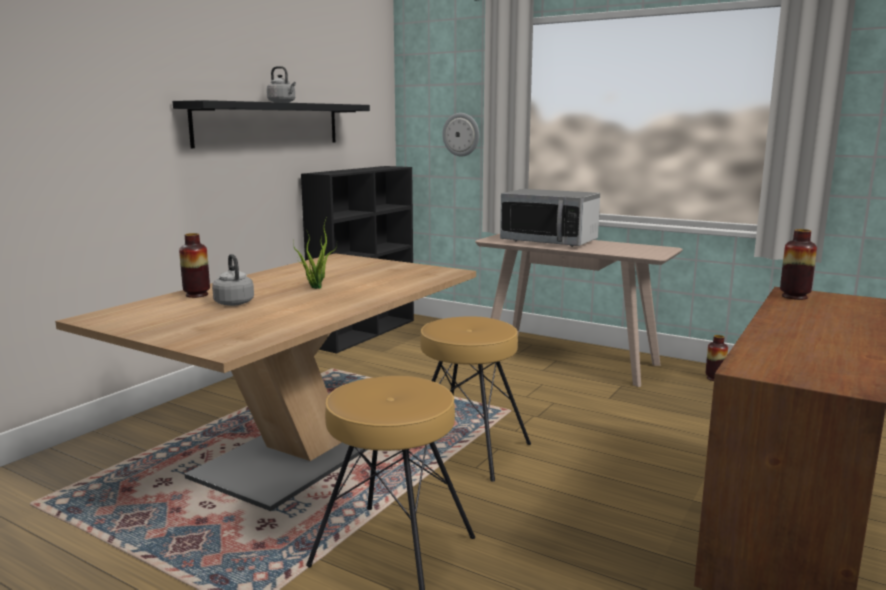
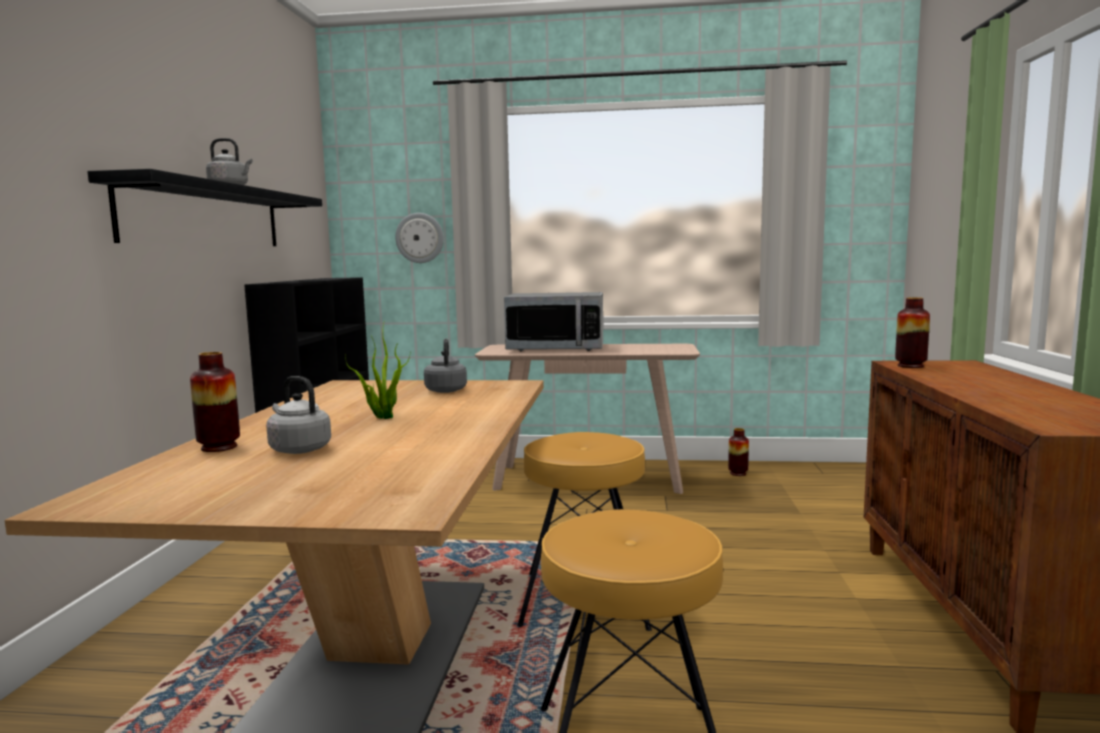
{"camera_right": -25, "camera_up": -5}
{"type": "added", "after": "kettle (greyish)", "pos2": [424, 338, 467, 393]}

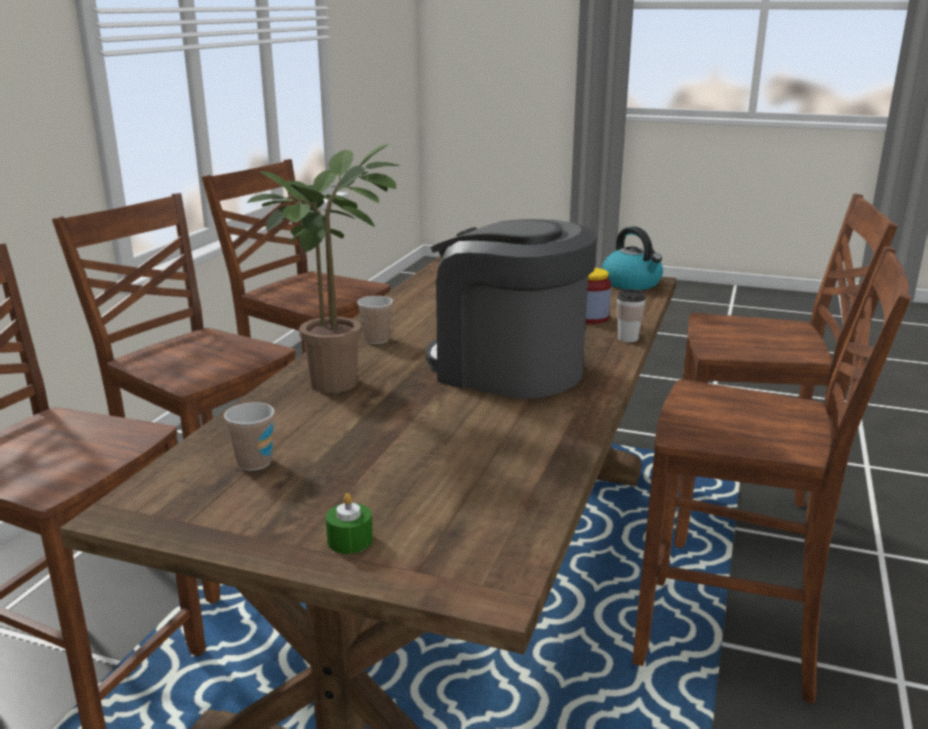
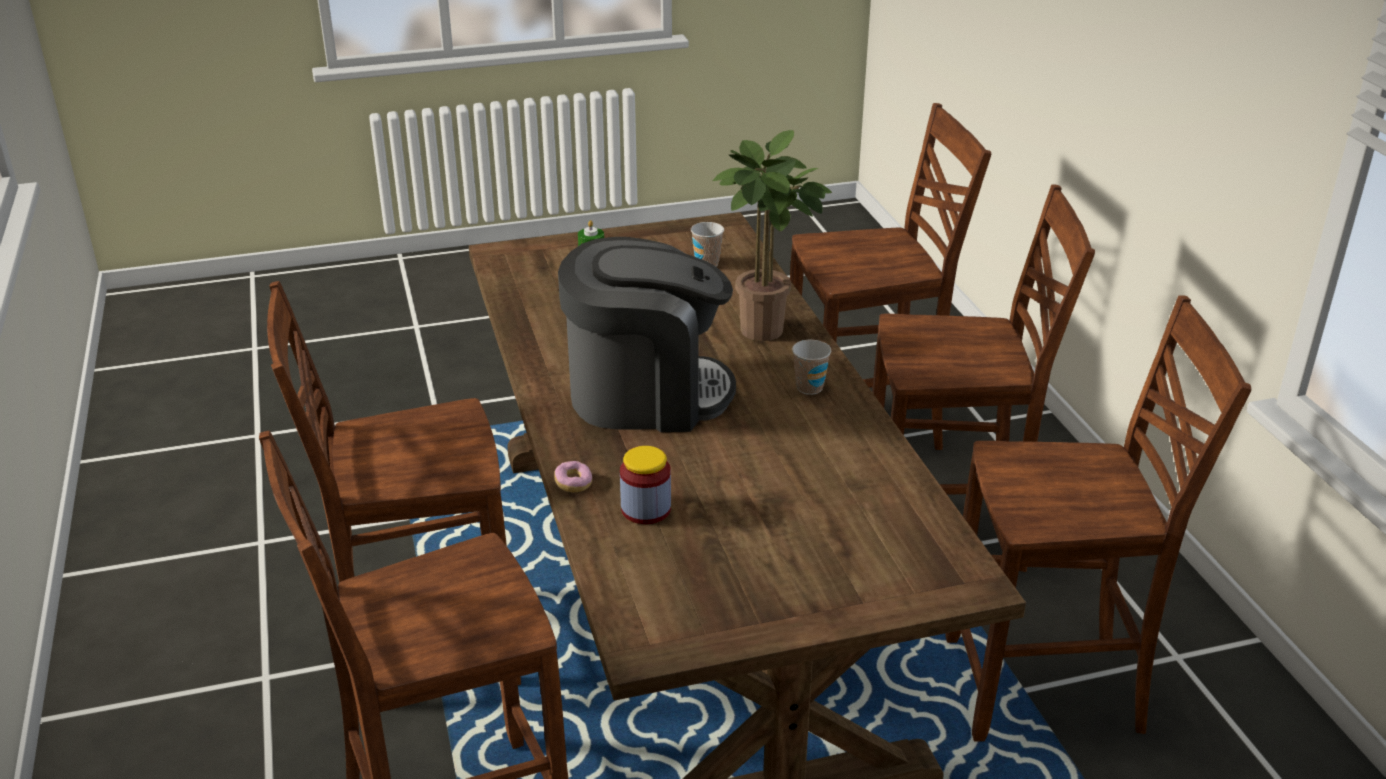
{"camera_right": 145, "camera_up": 10}
{"type": "removed", "before": "kettle", "pos1": [602, 226, 663, 290]}
{"type": "replaced", "before": "cup", "after": "ring doughnut", "pos1": [616, 289, 646, 342], "pos2": [554, 461, 592, 492]}

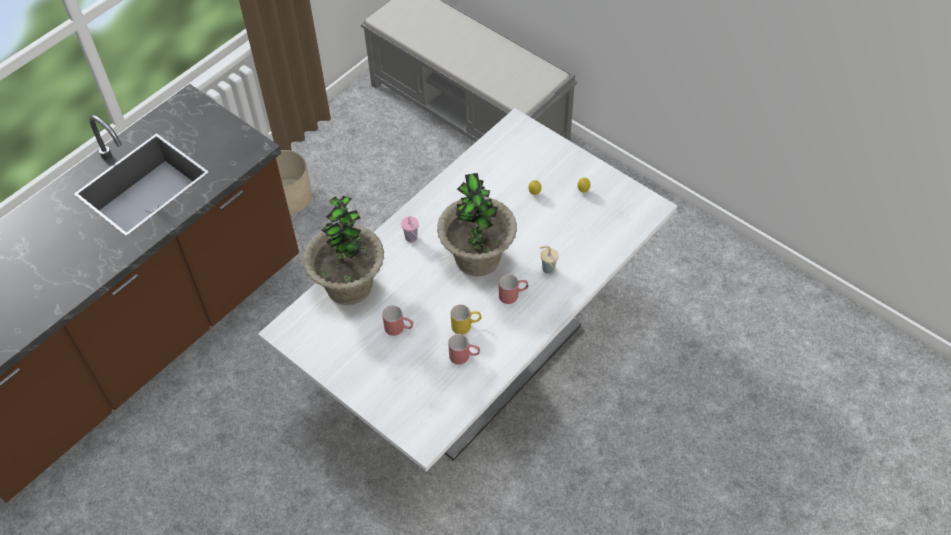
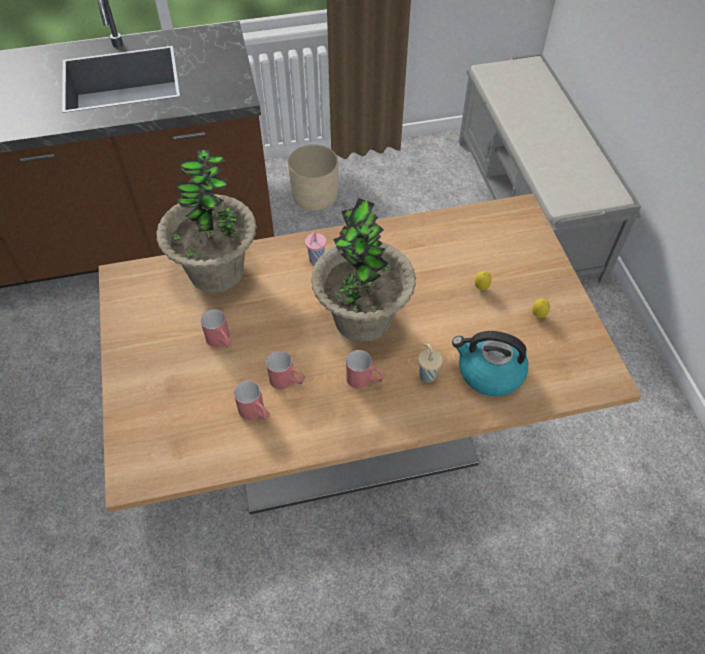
{"camera_right": 35, "camera_up": 0}
{"type": "recoloured", "before": "dinner table (whitish)", "after": "dinner table (brown)", "pos1": [258, 108, 677, 472], "pos2": [99, 194, 641, 514]}
{"type": "recoloured", "before": "coffee mug (yellow-coloured)", "after": "coffee mug (red)", "pos1": [450, 305, 481, 335], "pos2": [266, 351, 305, 389]}
{"type": "added", "after": "kettle", "pos2": [452, 331, 528, 396]}

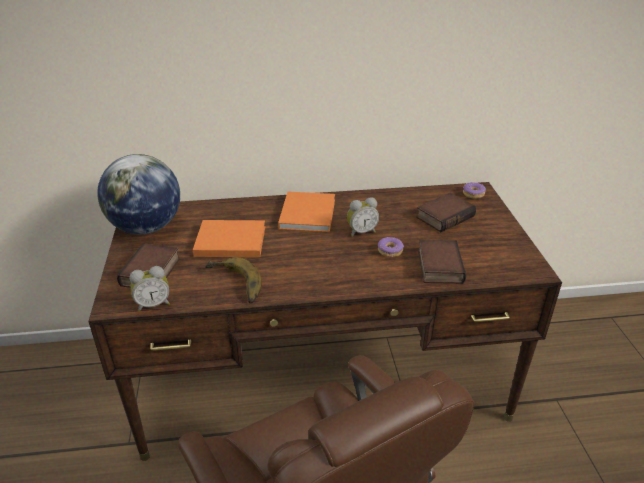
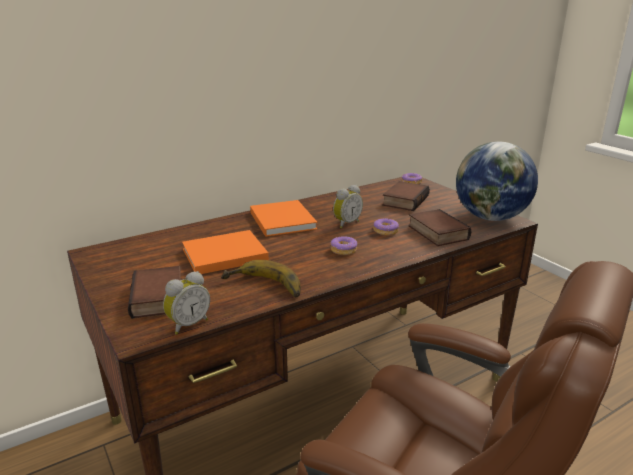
{"camera_right": -25, "camera_up": -10}
{"type": "moved", "before": "globe", "pos1": [97, 154, 180, 234], "pos2": [456, 141, 538, 221]}
{"type": "added", "after": "ring doughnut", "pos2": [330, 236, 357, 255]}

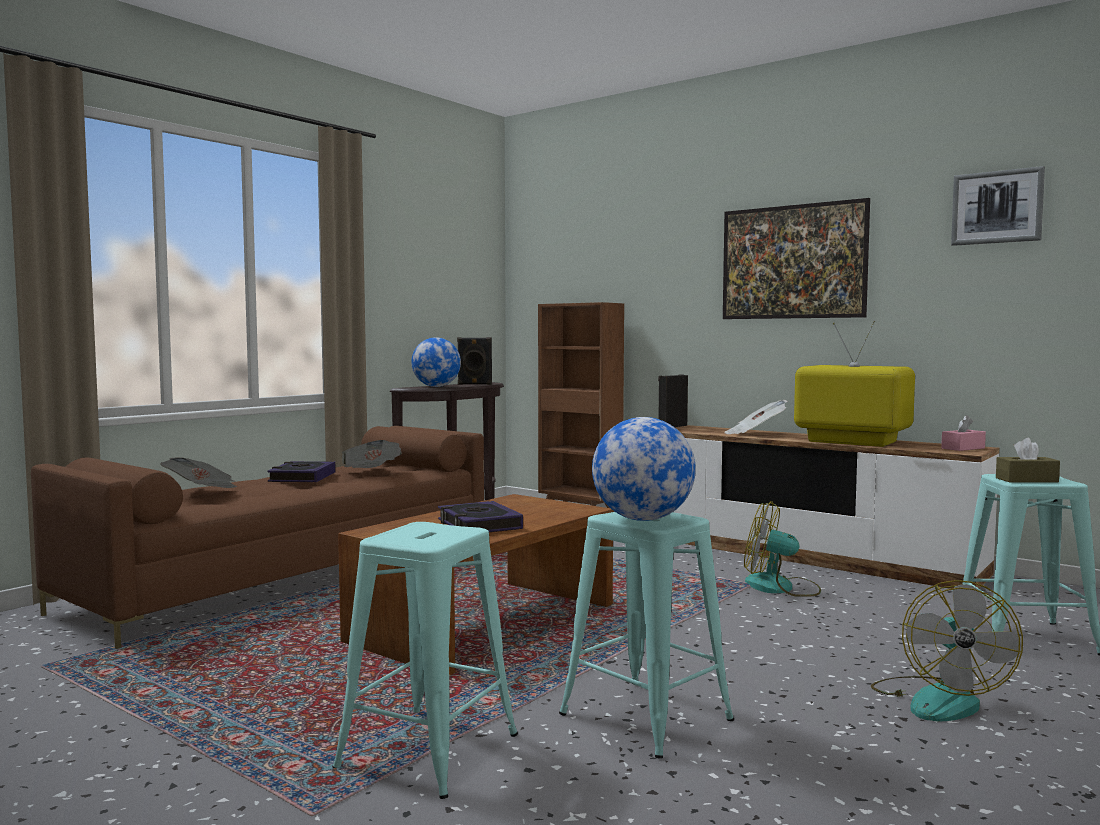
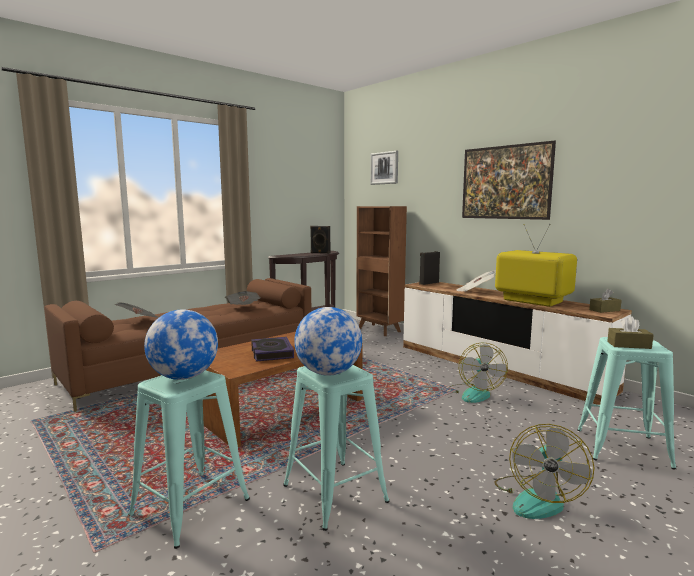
{"camera_right": 10, "camera_up": 5}
{"type": "moved", "before": "wall picture", "pos1": [951, 166, 1045, 246], "pos2": [370, 151, 398, 185]}
{"type": "moved", "before": "globe", "pos1": [411, 337, 461, 387], "pos2": [144, 309, 218, 380]}
{"type": "recoloured", "before": "tissue box (pinkish)", "after": "tissue box (brown)", "pos1": [941, 415, 986, 451], "pos2": [589, 289, 622, 313]}
{"type": "removed", "before": "volume", "pos1": [267, 461, 335, 482]}
{"type": "turned", "before": "cooling fan", "pos1": [744, 501, 821, 597], "pos2": [449, 343, 508, 403], "turn": -120}

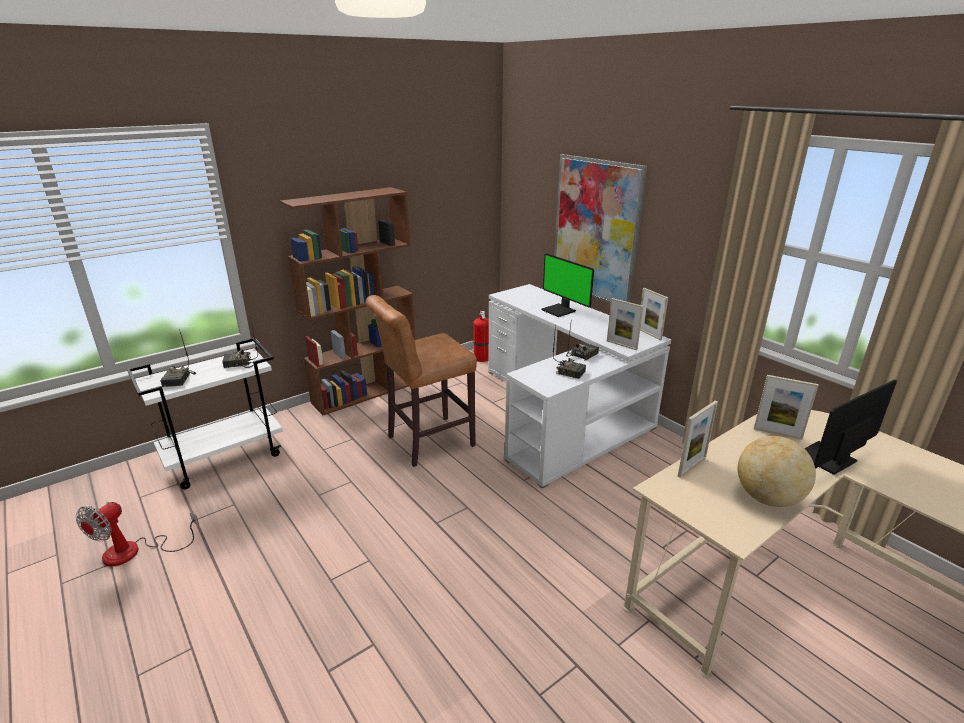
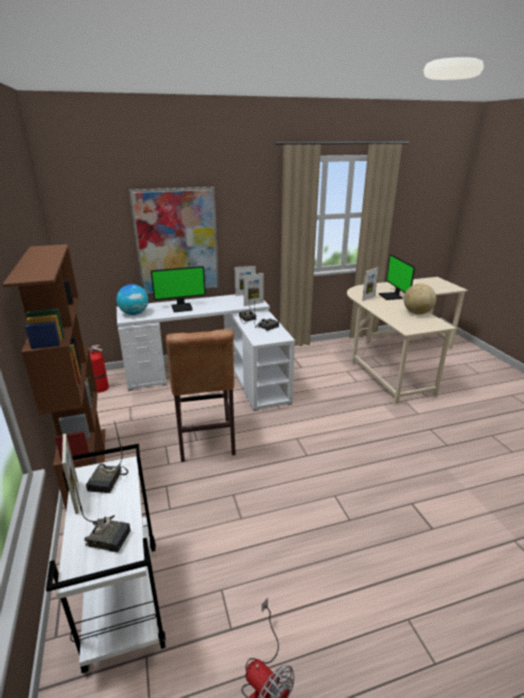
{"camera_right": -70, "camera_up": 0}
{"type": "moved", "before": "standing frame", "pos1": [678, 401, 718, 478], "pos2": [62, 434, 79, 514]}
{"type": "added", "after": "globe", "pos2": [116, 284, 149, 315]}

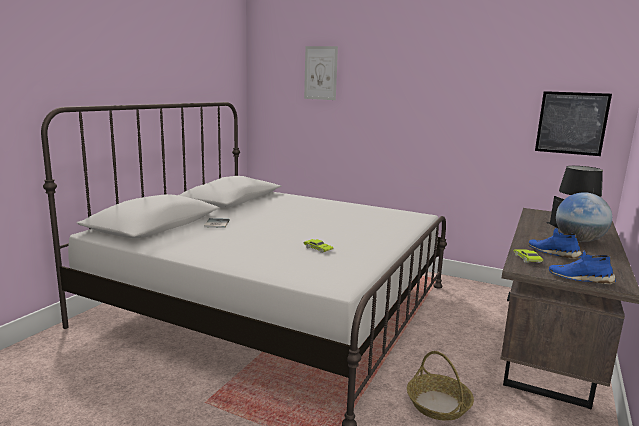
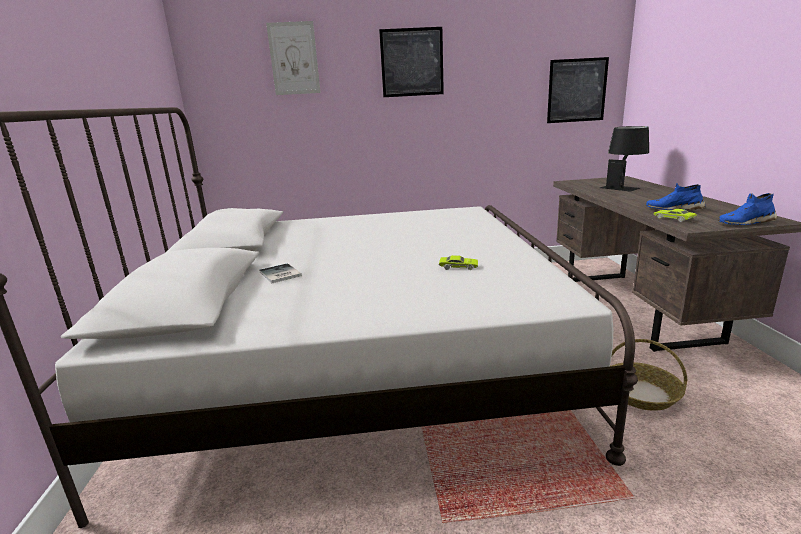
{"camera_right": -30, "camera_up": 5}
{"type": "removed", "before": "globe", "pos1": [556, 192, 612, 242]}
{"type": "added", "after": "wall picture", "pos2": [379, 27, 444, 97]}

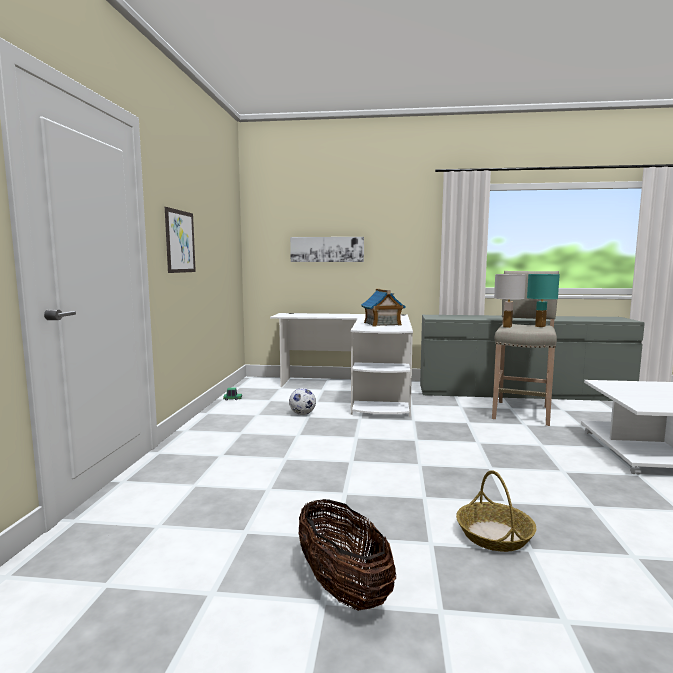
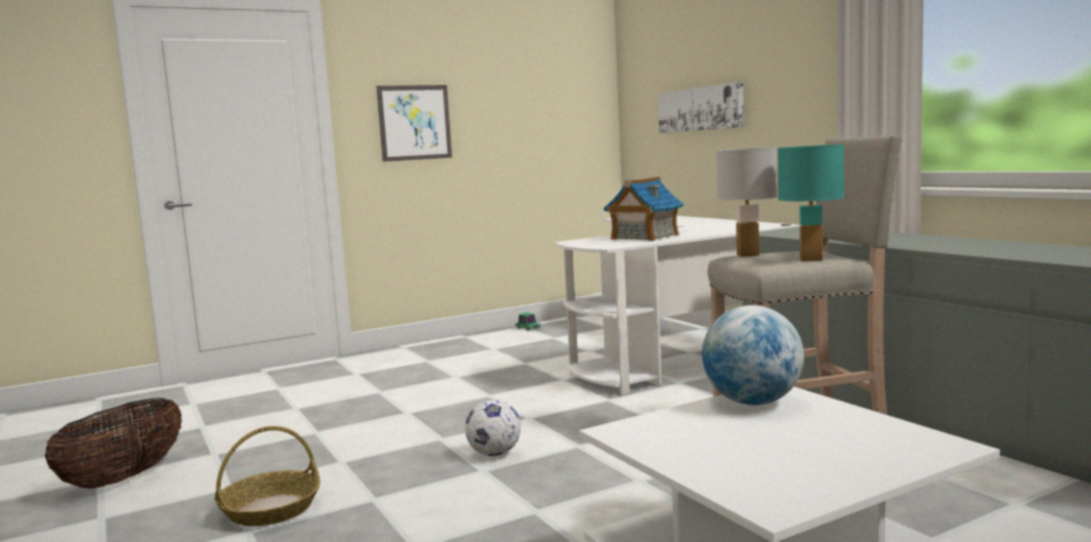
{"camera_right": 55, "camera_up": 0}
{"type": "moved", "before": "football", "pos1": [289, 388, 316, 415], "pos2": [465, 400, 521, 456]}
{"type": "added", "after": "globe", "pos2": [702, 305, 804, 405]}

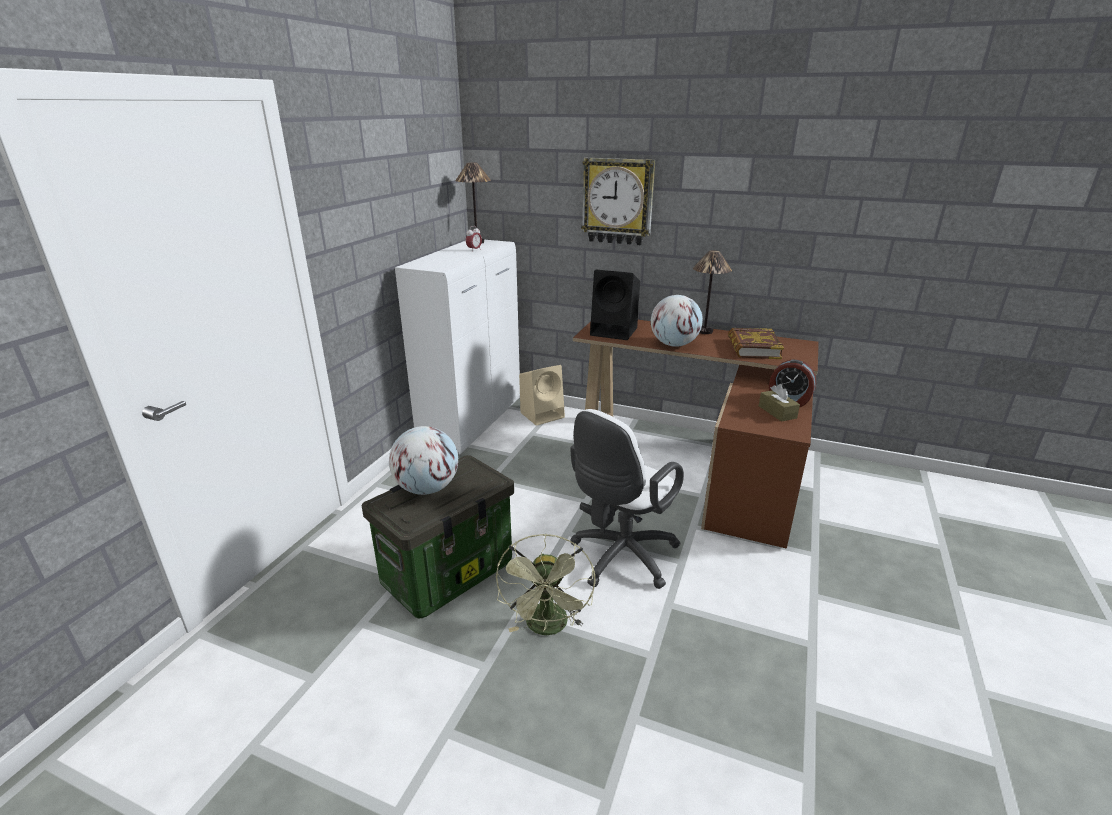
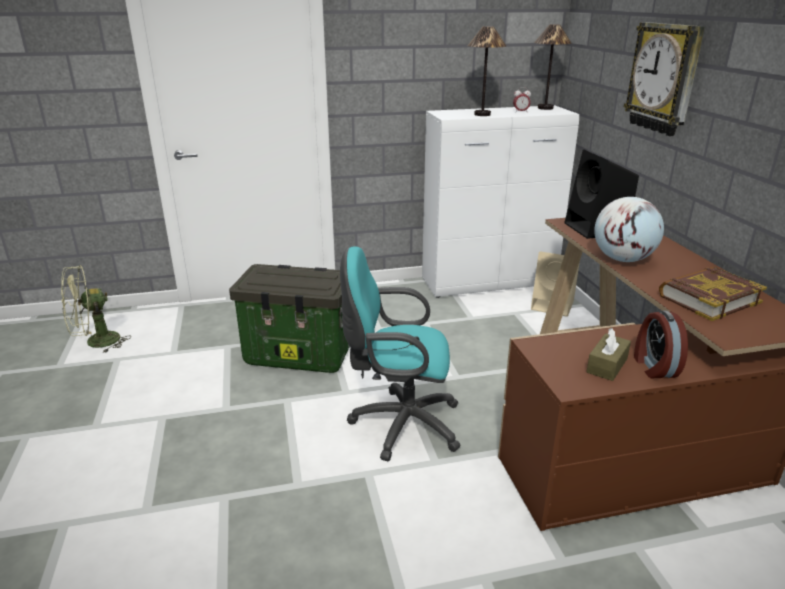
{"camera_right": 55, "camera_up": 0}
{"type": "moved", "before": "lamp for a table", "pos1": [693, 250, 732, 334], "pos2": [468, 26, 506, 116]}
{"type": "recoloured", "before": "desk chair (whitish)", "after": "desk chair (blue-green)", "pos1": [570, 409, 684, 589], "pos2": [340, 246, 461, 461]}
{"type": "removed", "before": "globe", "pos1": [389, 426, 458, 495]}
{"type": "moved", "before": "cooling fan (green)", "pos1": [496, 534, 595, 635], "pos2": [61, 265, 131, 353]}

